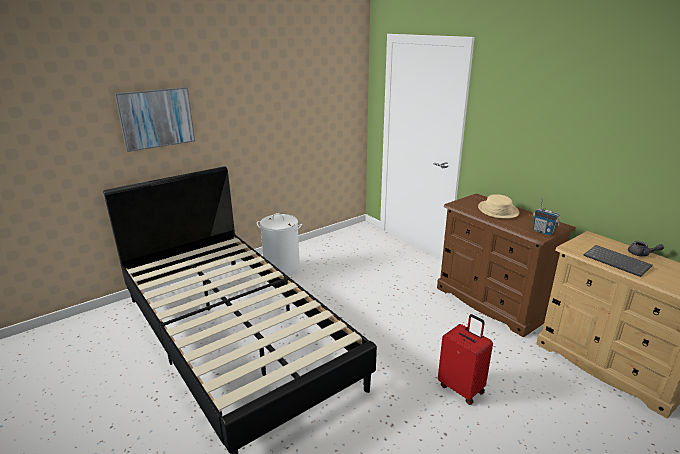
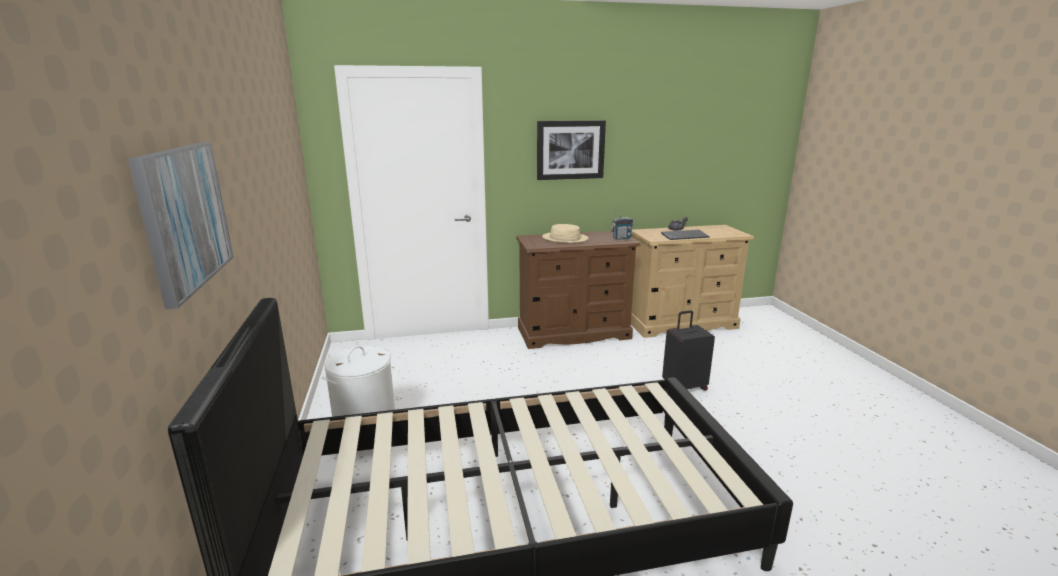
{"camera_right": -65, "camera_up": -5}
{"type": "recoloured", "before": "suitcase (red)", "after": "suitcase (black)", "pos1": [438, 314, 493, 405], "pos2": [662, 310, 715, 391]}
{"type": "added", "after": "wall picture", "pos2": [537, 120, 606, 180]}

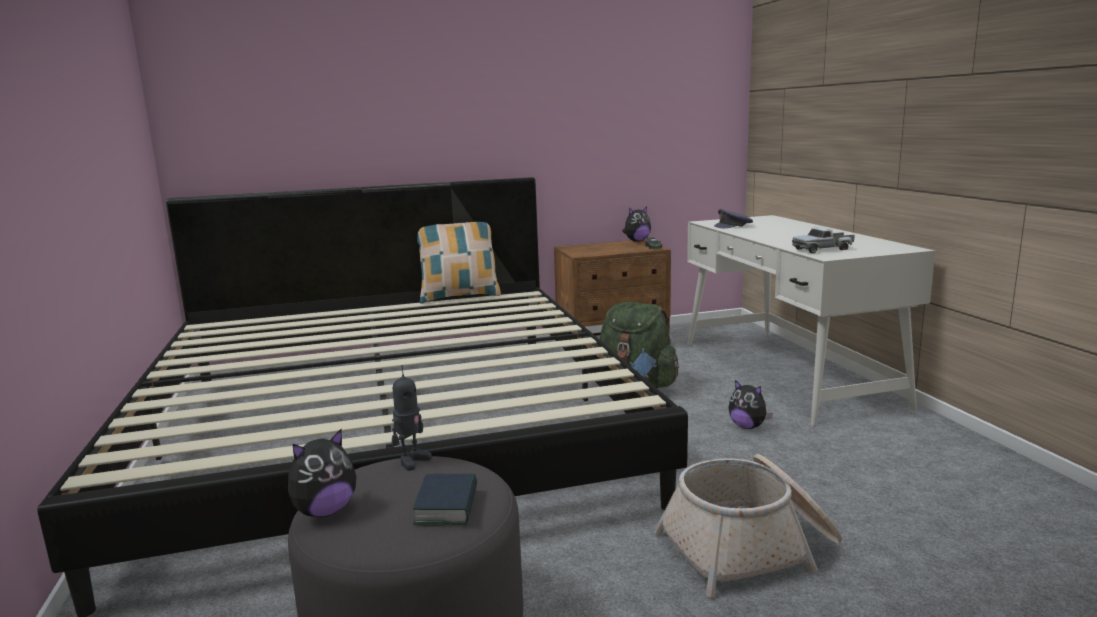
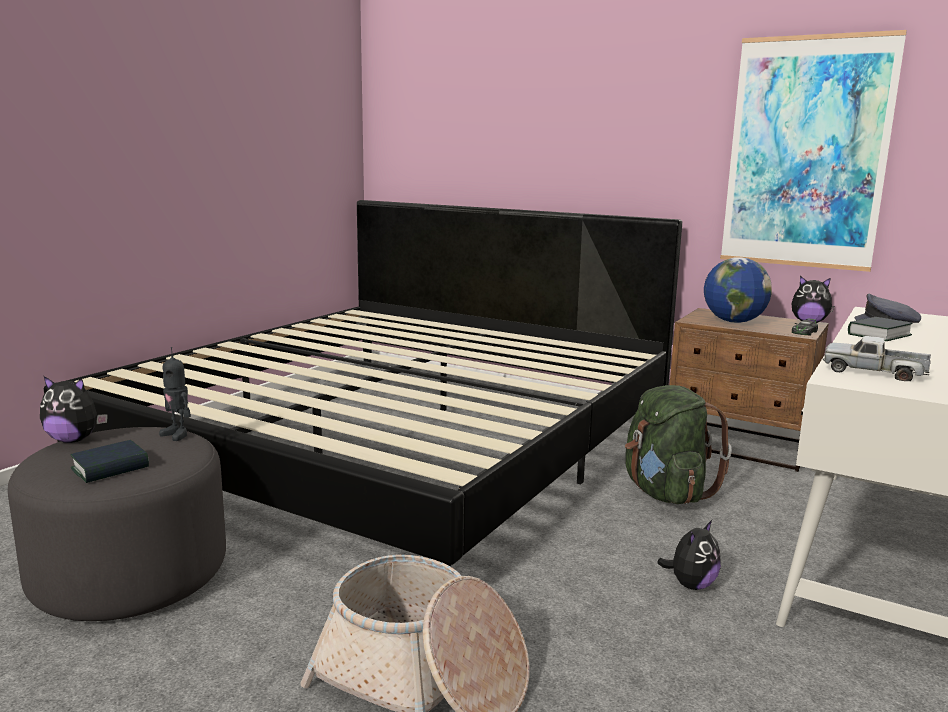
{"camera_right": 45, "camera_up": 0}
{"type": "removed", "before": "cushion", "pos1": [417, 222, 501, 304]}
{"type": "turned", "before": "model robot", "pos1": [392, 365, 432, 471], "pos2": [159, 347, 191, 441], "turn": 45}
{"type": "turned", "before": "plush toy", "pos1": [728, 380, 773, 429], "pos2": [657, 520, 721, 590], "turn": -135}
{"type": "added", "after": "wall picture", "pos2": [720, 30, 907, 272]}
{"type": "added", "after": "globe", "pos2": [704, 257, 772, 323]}
{"type": "added", "after": "volume", "pos2": [848, 317, 913, 341]}

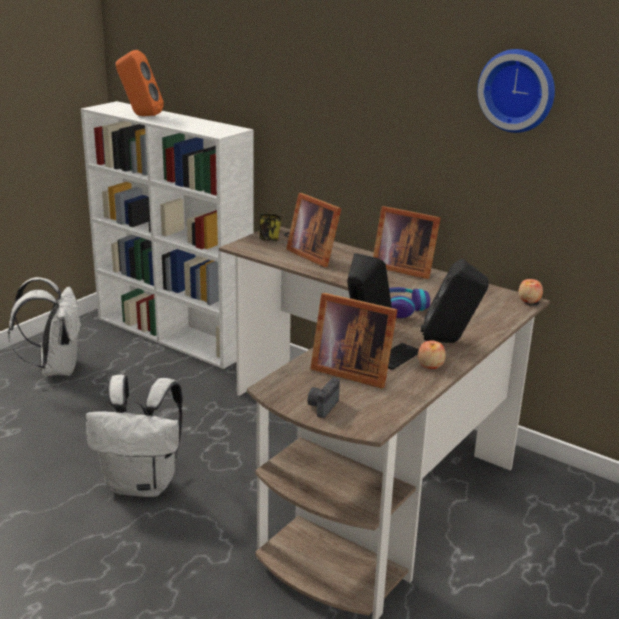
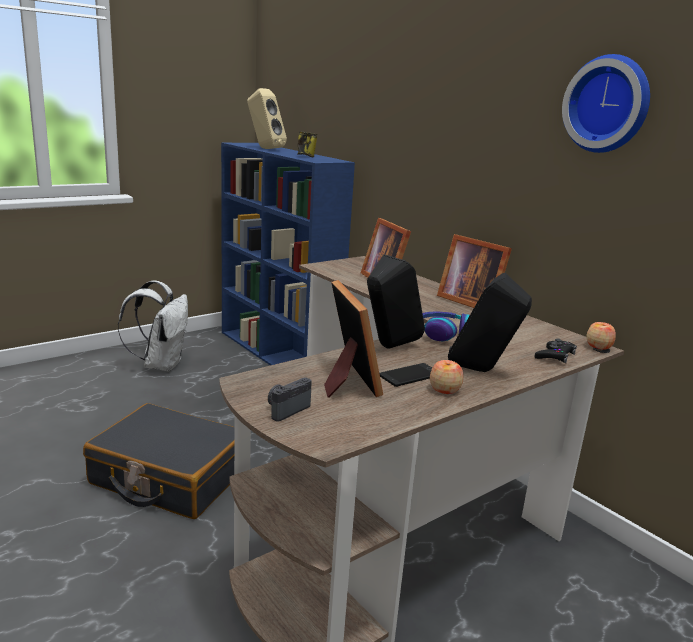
{"camera_right": 15, "camera_up": -5}
{"type": "recoloured", "before": "speaker (orangey)", "after": "speaker (beige-coloured)", "pos1": [116, 50, 164, 116], "pos2": [247, 88, 287, 149]}
{"type": "recoloured", "before": "bookcase (whitish)", "after": "bookcase (bluish)", "pos1": [81, 101, 254, 369], "pos2": [221, 143, 355, 366]}
{"type": "moved", "before": "coffee mug", "pos1": [260, 213, 281, 241], "pos2": [297, 131, 318, 157]}
{"type": "turned", "before": "standing frame", "pos1": [310, 293, 397, 388], "pos2": [324, 280, 383, 398], "turn": -150}
{"type": "replaced", "before": "knapsack (whitish)", "after": "suitcase (black)", "pos1": [85, 375, 183, 497], "pos2": [83, 403, 235, 519]}
{"type": "added", "after": "game controller (black)", "pos2": [534, 338, 577, 363]}

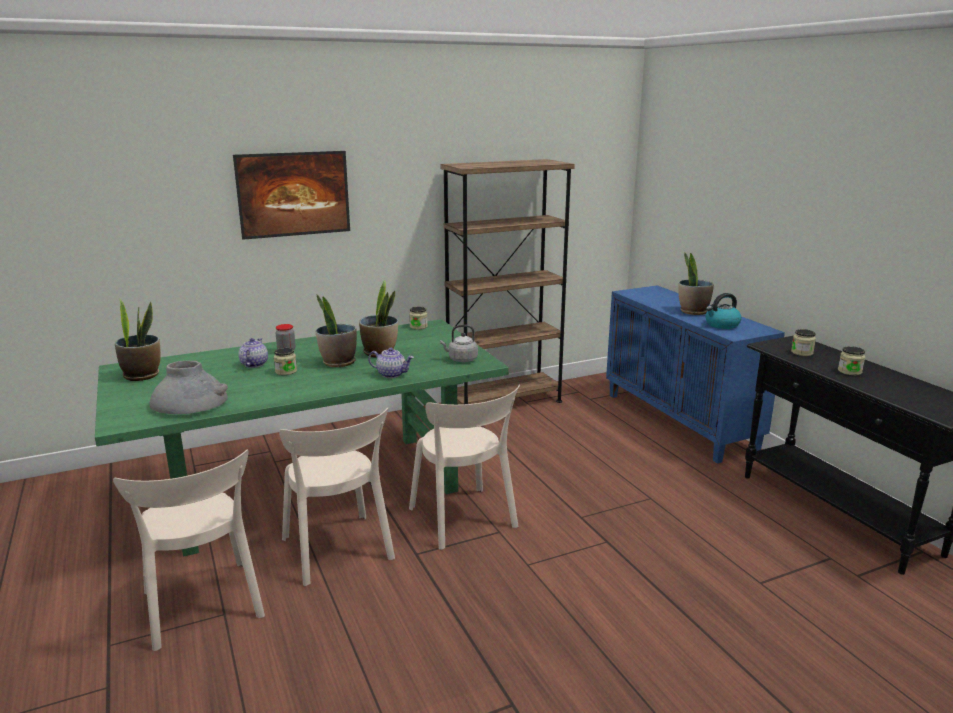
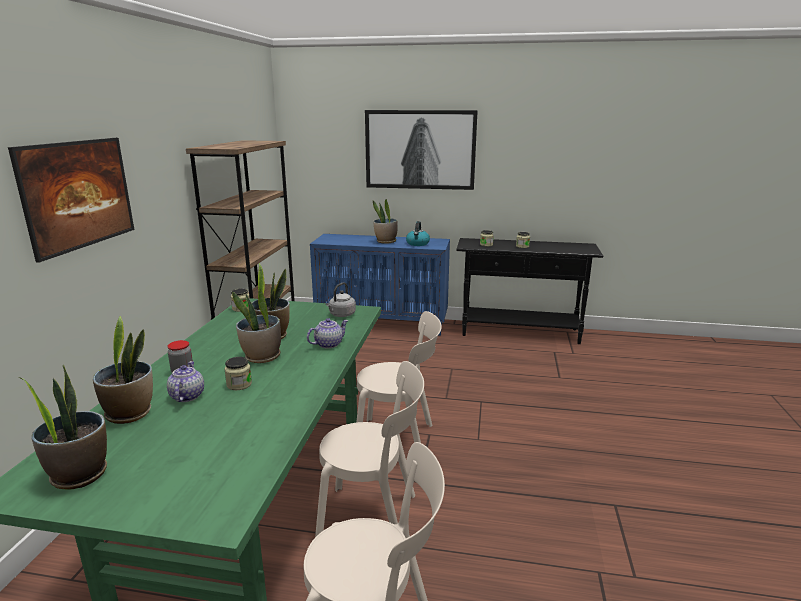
{"camera_right": -55, "camera_up": 0}
{"type": "turned", "before": "pot for tea", "pos1": [238, 338, 268, 368], "pos2": [167, 361, 204, 402], "turn": 45}
{"type": "removed", "before": "flower vase (greyish)", "pos1": [150, 361, 228, 414]}
{"type": "added", "after": "wall picture", "pos2": [365, 110, 478, 190]}
{"type": "added", "after": "houseplant", "pos2": [93, 316, 153, 424]}

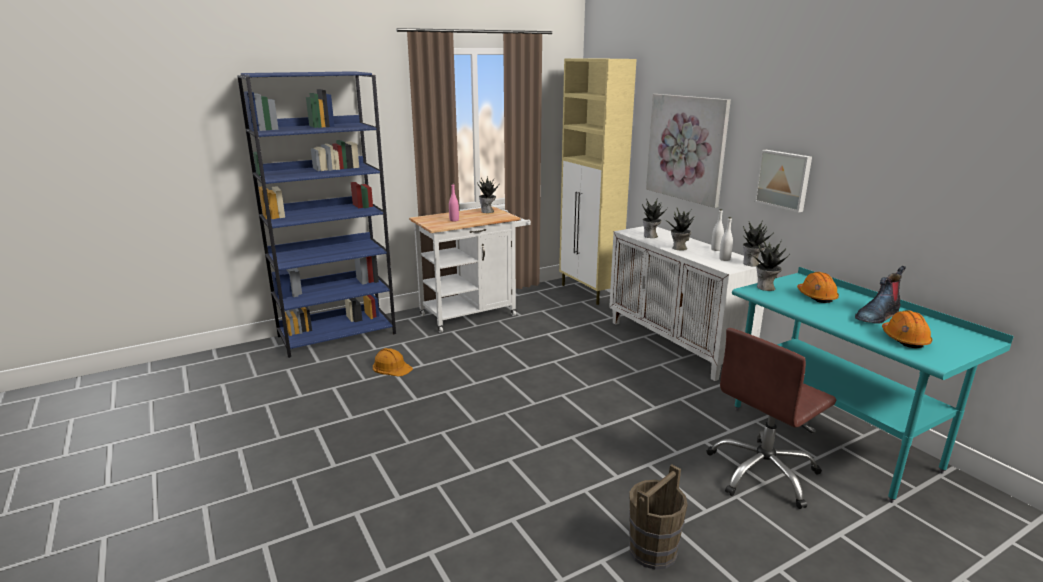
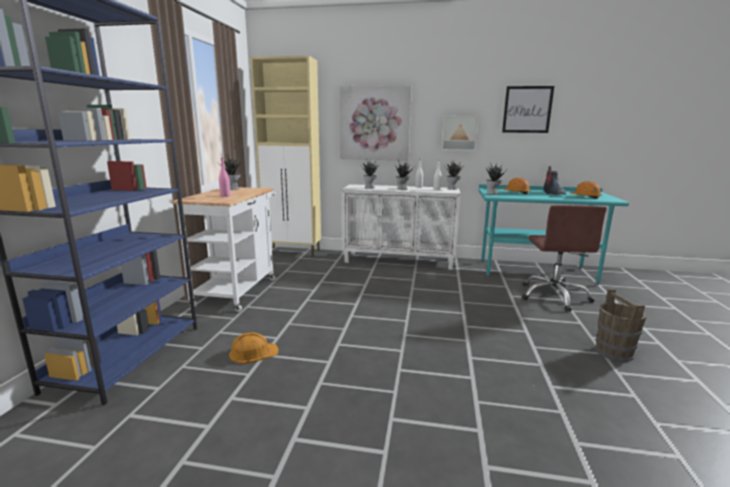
{"camera_right": -50, "camera_up": -5}
{"type": "added", "after": "wall picture", "pos2": [502, 86, 554, 133]}

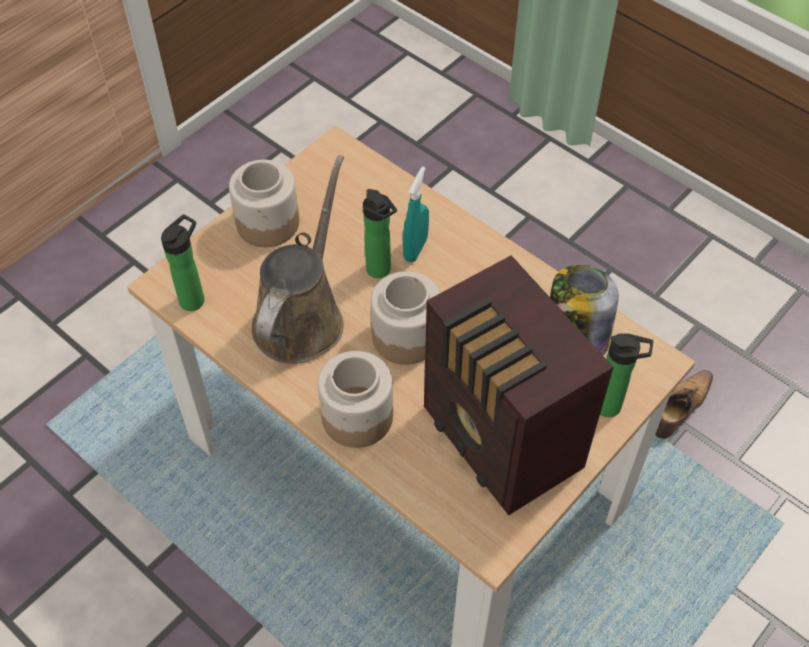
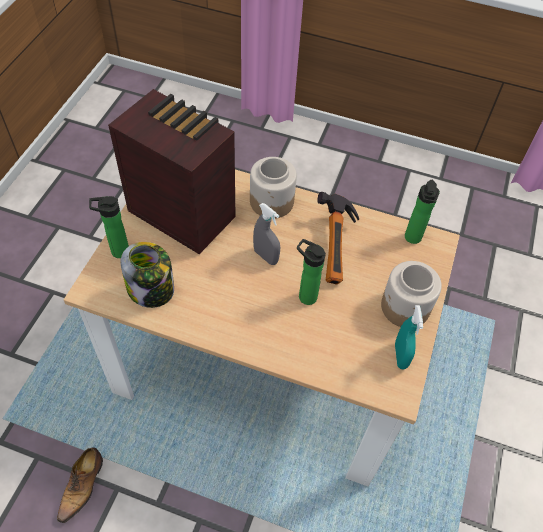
{"camera_right": 155, "camera_up": 0}
{"type": "replaced", "before": "watering can (brown)", "after": "hammer", "pos1": [252, 155, 344, 364], "pos2": [317, 191, 359, 285]}
{"type": "moved", "before": "hand sprayer (blue-green)", "pos1": [403, 167, 429, 262], "pos2": [395, 305, 423, 370]}
{"type": "replaced", "before": "storage jar", "after": "hand sprayer (greyish)", "pos1": [370, 271, 440, 365], "pos2": [253, 203, 280, 265]}

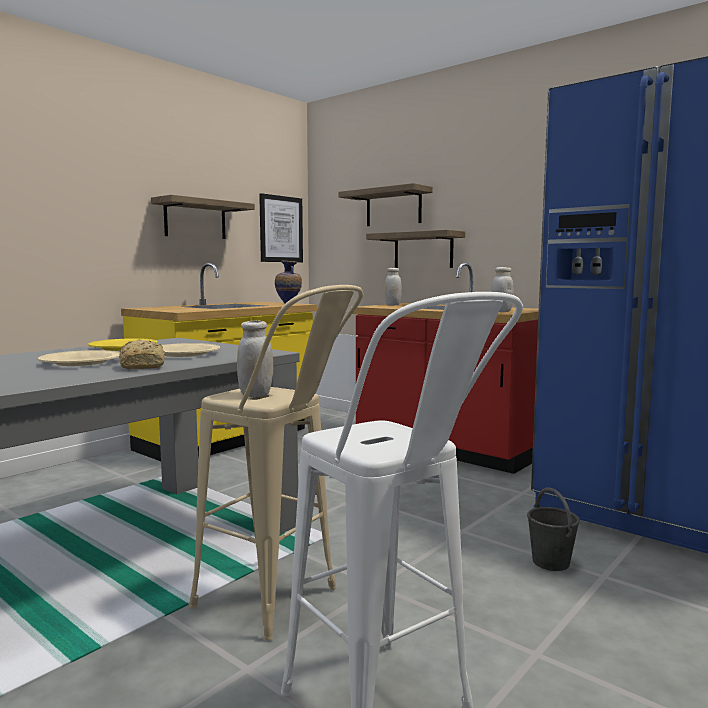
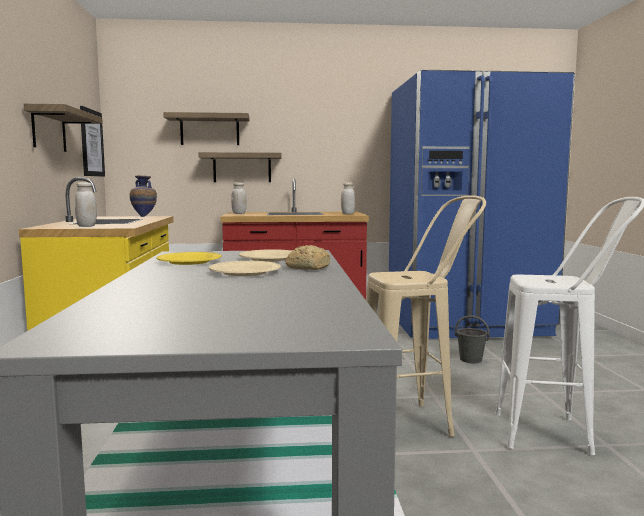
{"camera_right": -45, "camera_up": 0}
{"type": "moved", "before": "storage jar (whitish)", "pos1": [237, 320, 273, 397], "pos2": [75, 182, 97, 227]}

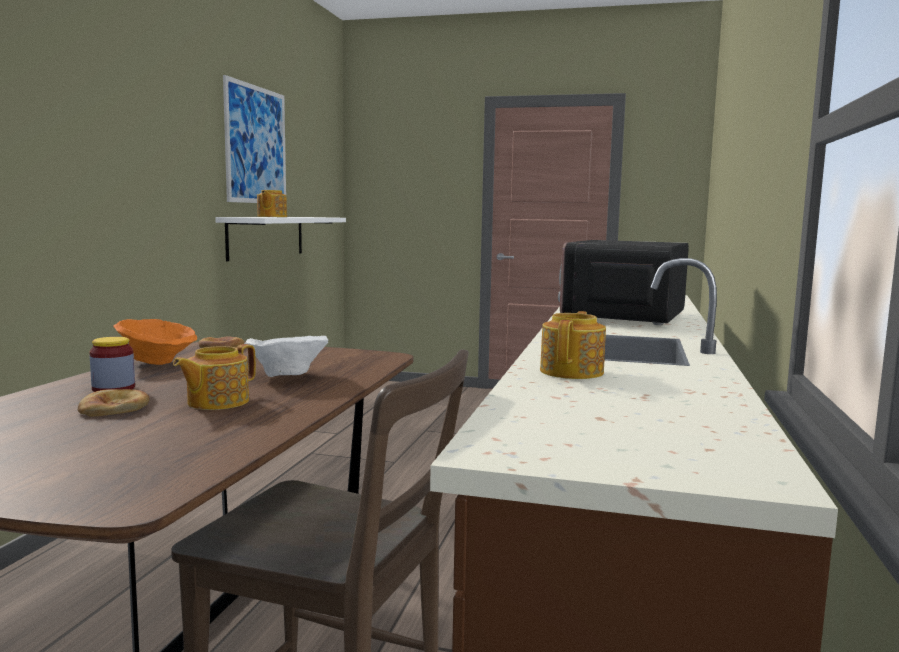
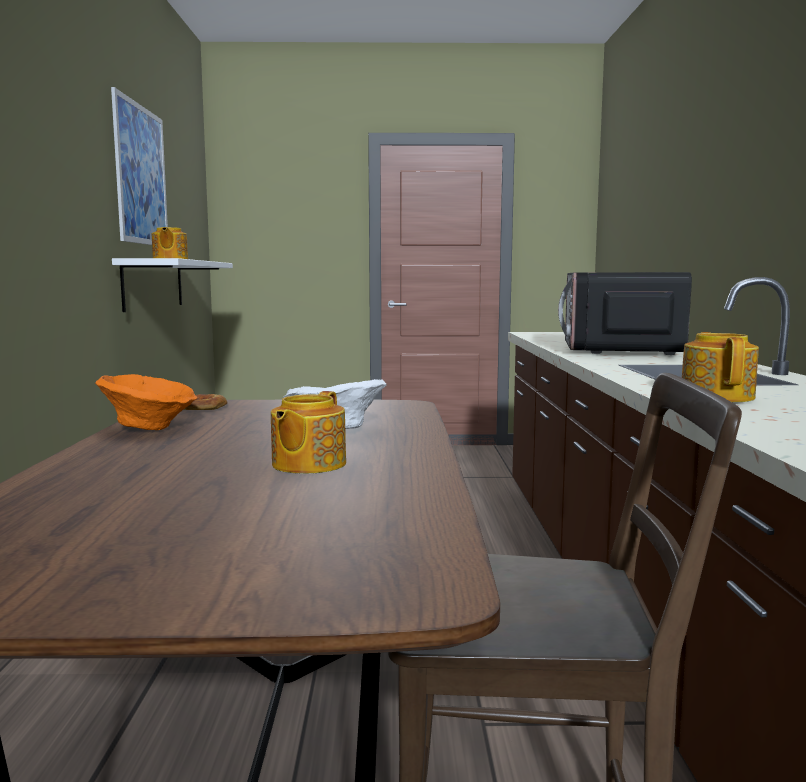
{"camera_right": -15, "camera_up": 0}
{"type": "removed", "before": "storage jar", "pos1": [89, 337, 135, 392]}
{"type": "removed", "before": "baked bread", "pos1": [78, 389, 150, 417]}

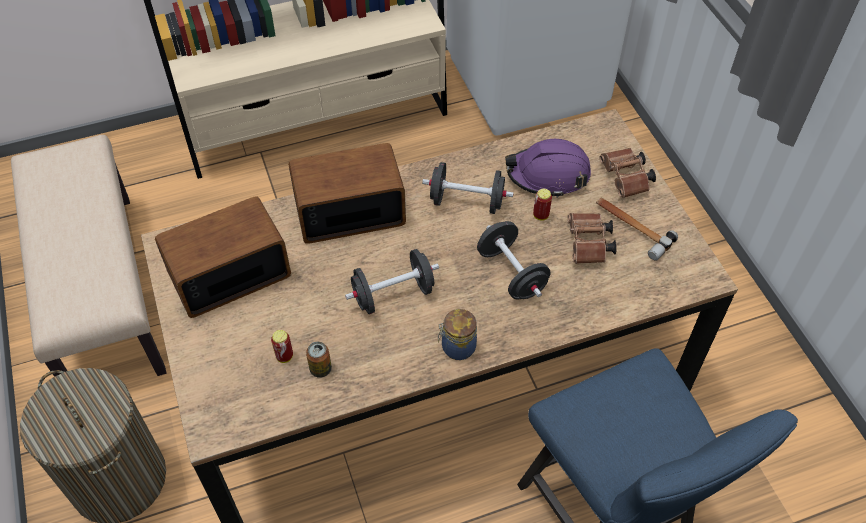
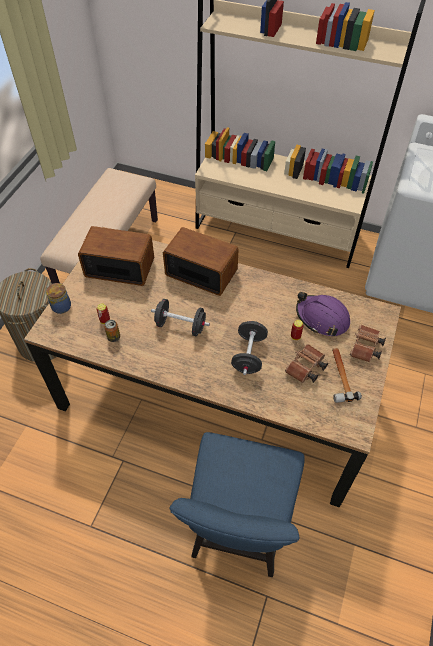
{"camera_right": 40, "camera_up": 0}
{"type": "removed", "before": "free weight (black)", "pos1": [422, 162, 514, 214]}
{"type": "moved", "before": "storage jar", "pos1": [438, 309, 477, 360], "pos2": [46, 283, 71, 314]}

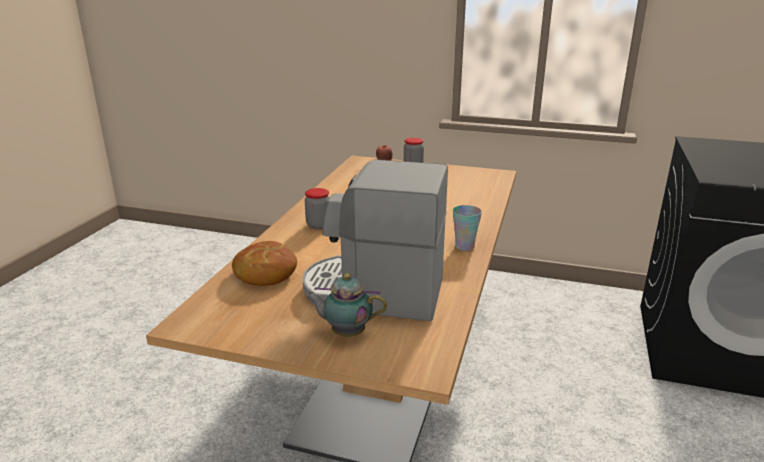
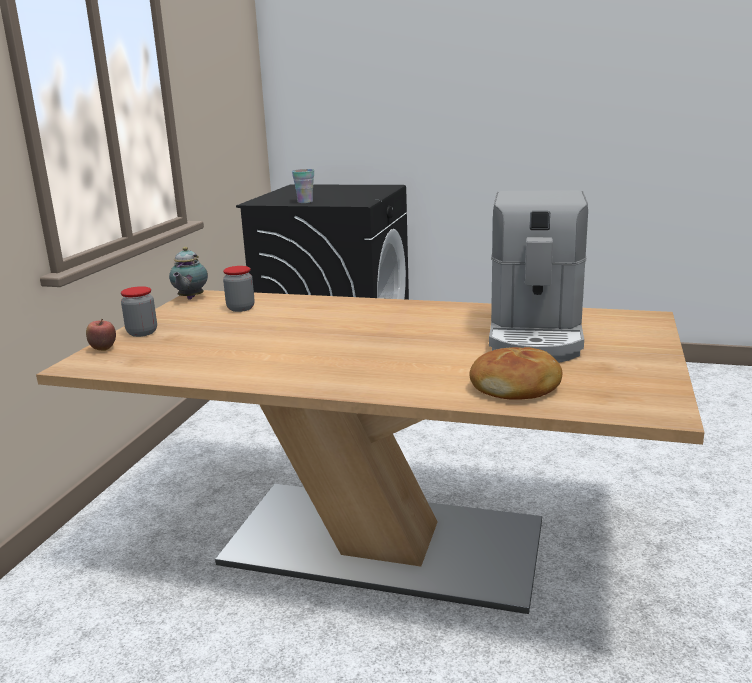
{"camera_right": -90, "camera_up": -5}
{"type": "moved", "before": "storage jar", "pos1": [305, 188, 329, 229], "pos2": [223, 266, 255, 312]}
{"type": "moved", "before": "cup", "pos1": [453, 205, 482, 251], "pos2": [292, 169, 314, 203]}
{"type": "moved", "before": "pot for tea", "pos1": [305, 273, 387, 337], "pos2": [169, 247, 208, 300]}

